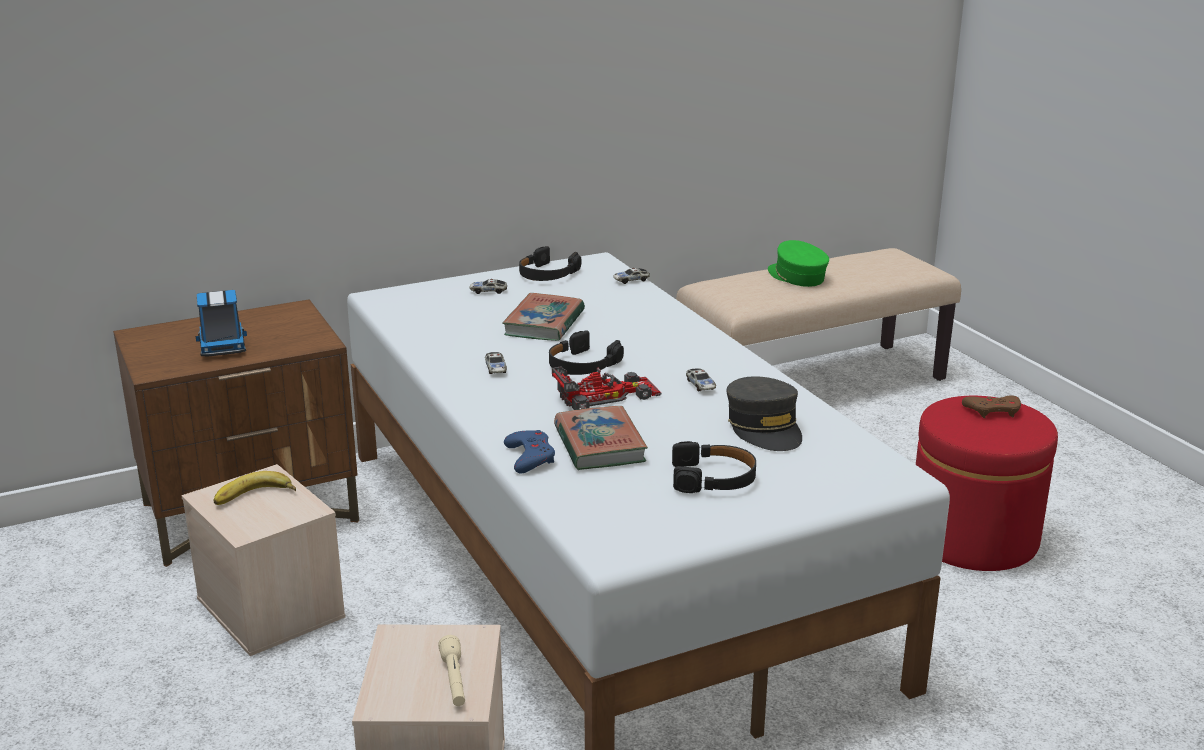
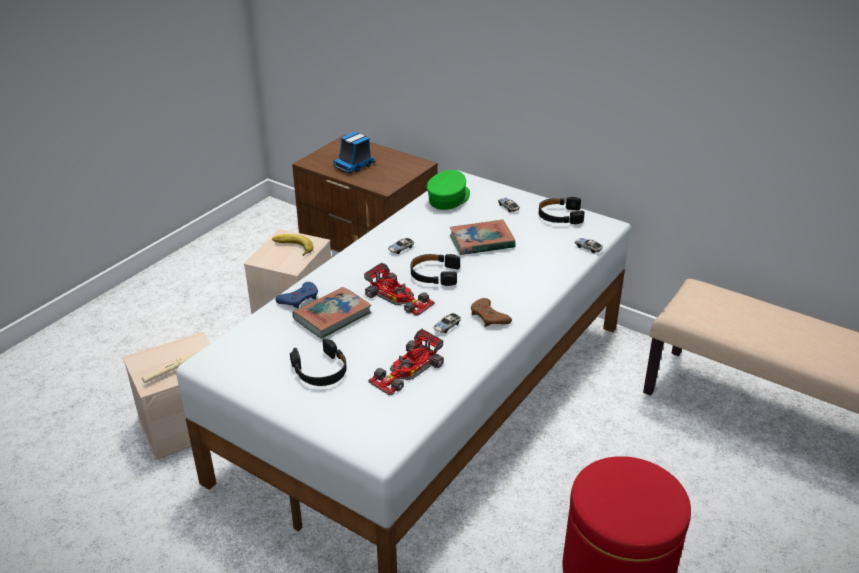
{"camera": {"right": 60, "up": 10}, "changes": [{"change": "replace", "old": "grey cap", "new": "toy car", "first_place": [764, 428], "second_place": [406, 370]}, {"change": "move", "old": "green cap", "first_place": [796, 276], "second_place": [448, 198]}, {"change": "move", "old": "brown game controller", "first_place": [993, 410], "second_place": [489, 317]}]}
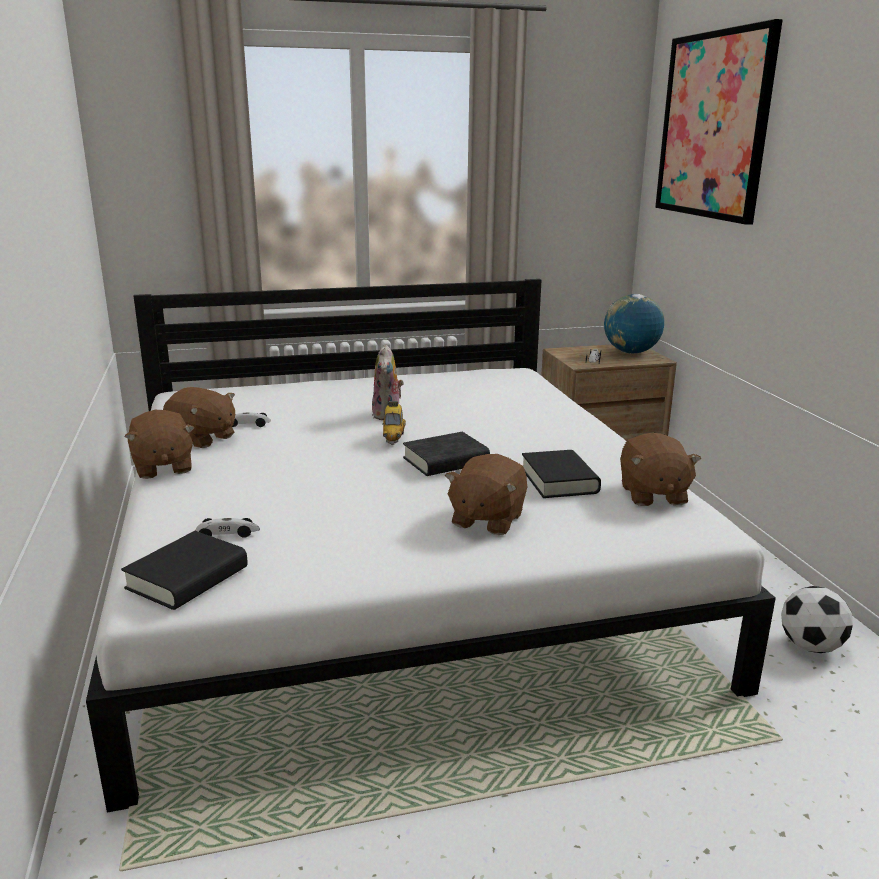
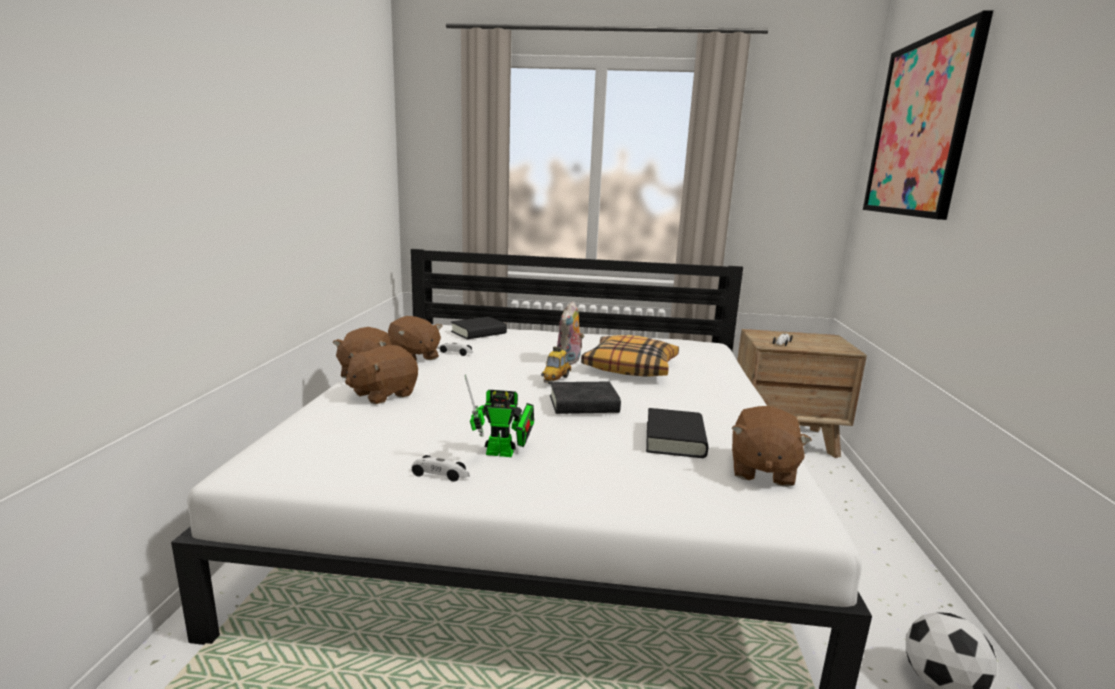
{"camera": {"right": 20, "up": -5}, "changes": [{"change": "move", "old": "brown plush toy", "first_place": [486, 519], "second_place": [383, 394]}, {"change": "move", "old": "toy car", "first_place": [227, 534], "second_place": [440, 474]}, {"change": "move", "old": "black book", "first_place": [187, 578], "second_place": [478, 333]}, {"change": "insert", "new": "toy robot", "second_place": [504, 453]}, {"change": "insert", "new": "pillow", "second_place": [630, 367]}, {"change": "delete", "old": "globe", "first_place": [631, 352]}]}
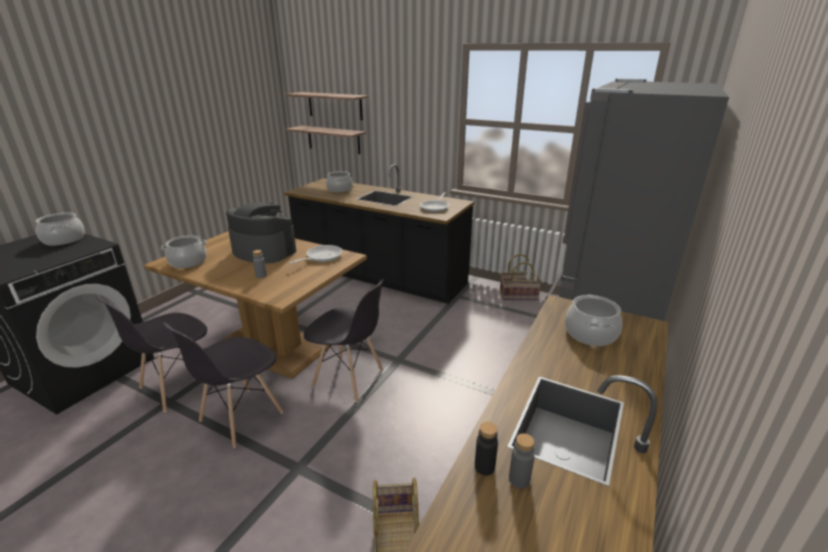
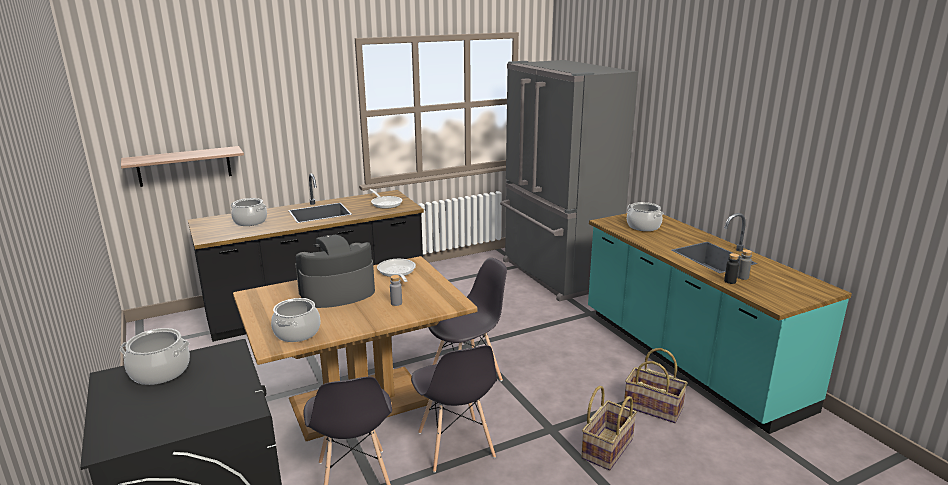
{"camera": {"right": -55, "up": -5}, "changes": [{"change": "move", "old": "basket", "first_place": [518, 295], "second_place": [606, 448]}, {"change": "delete", "old": "shelf", "first_place": [335, 105]}]}
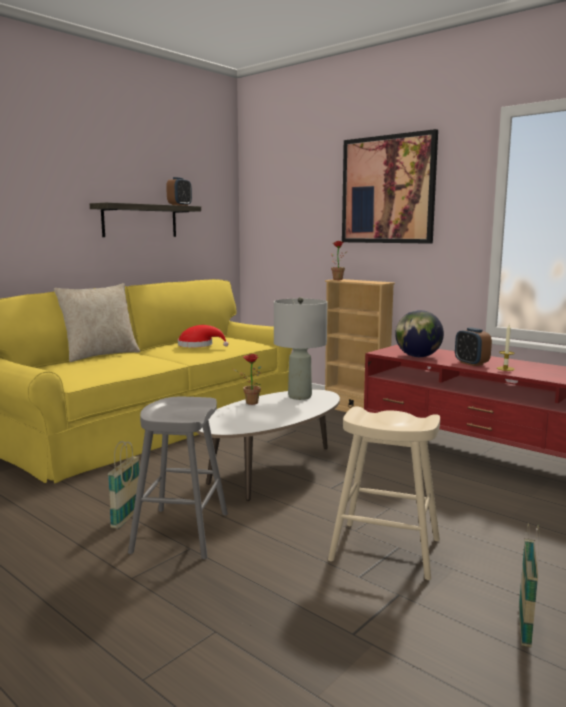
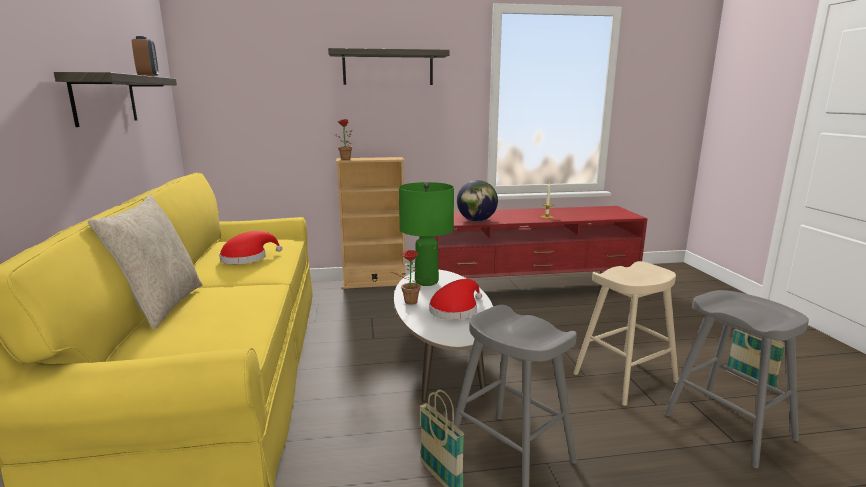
{"camera": {"right": -50, "up": 5}, "changes": [{"change": "replace", "old": "picture", "new": "shelf", "first_place": [388, 190], "second_place": [388, 68]}, {"change": "recolor", "old": "grey table lamp", "new": "green table lamp", "first_place": [300, 397], "second_place": [427, 282]}, {"change": "insert", "new": "red hat", "second_place": [455, 310]}, {"change": "insert", "new": "grey stool", "second_place": [727, 426]}, {"change": "delete", "old": "alarm clock", "first_place": [471, 363]}]}
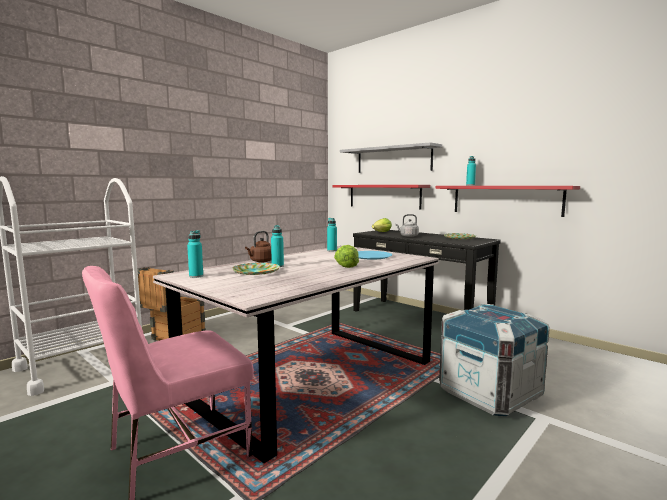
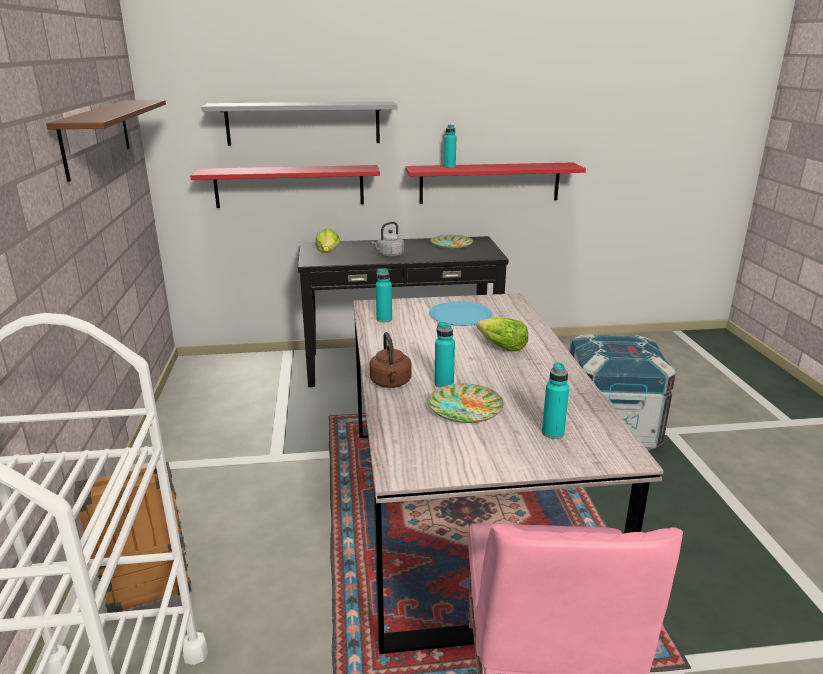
{"camera": {"right": -50, "up": 15}, "changes": [{"change": "insert", "new": "brown shelf", "second_place": [97, 136]}, {"change": "move", "old": "turquoise bottle", "first_place": [196, 276], "second_place": [552, 433]}]}
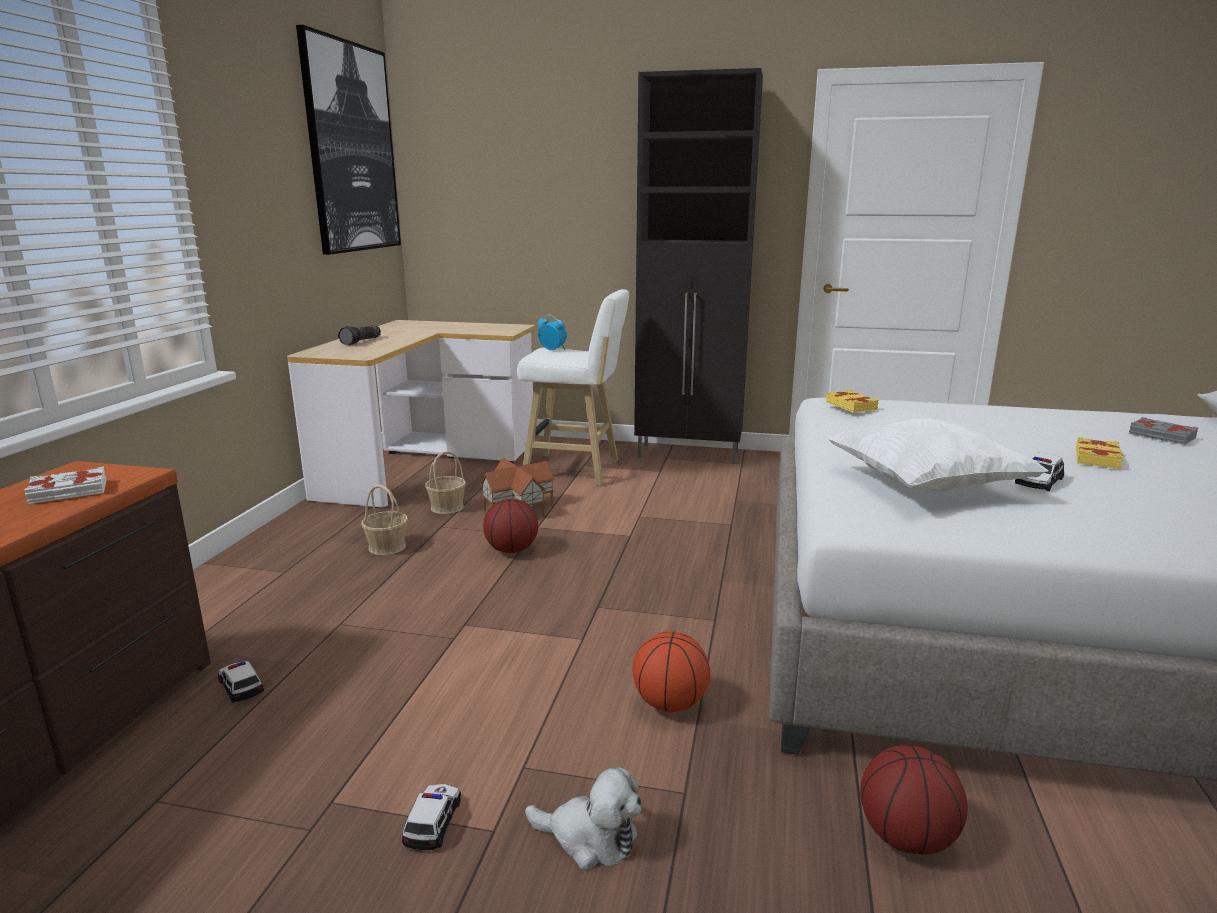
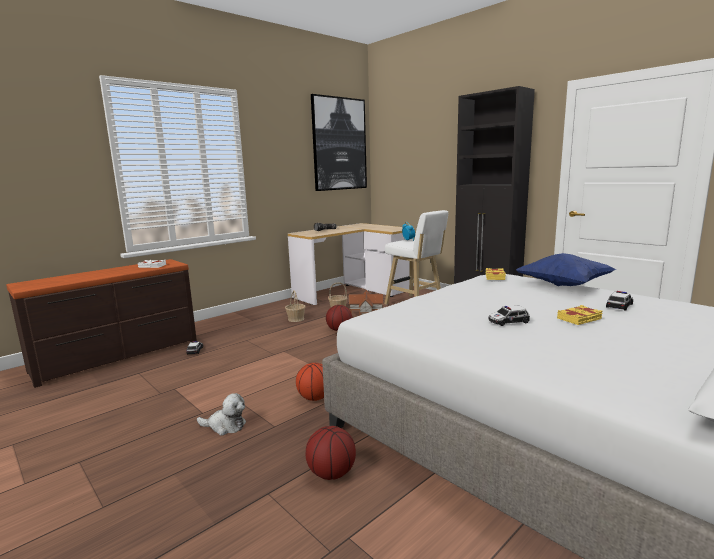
{"camera": {"right": 35, "up": -5}, "changes": [{"change": "rotate", "old": "plush toy", "first_place": [590, 838], "second_place": [225, 426], "degrees": -45}, {"change": "insert", "new": "blue pillow", "second_place": [564, 285]}, {"change": "move", "old": "toy car", "first_place": [433, 821], "second_place": [619, 305]}, {"change": "delete", "old": "white pillow", "first_place": [925, 486]}, {"change": "delete", "old": "grey book", "first_place": [1161, 436]}]}
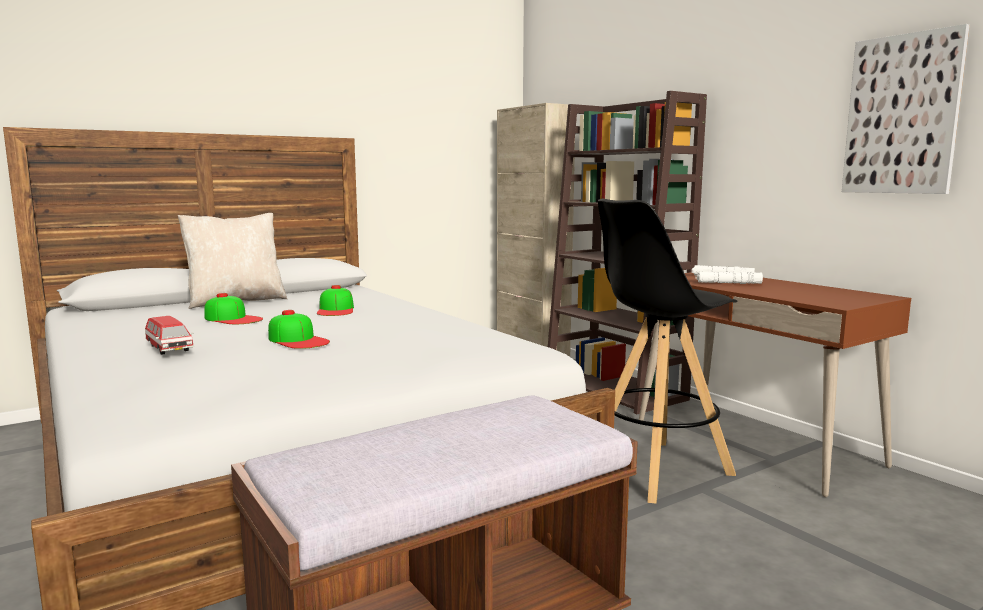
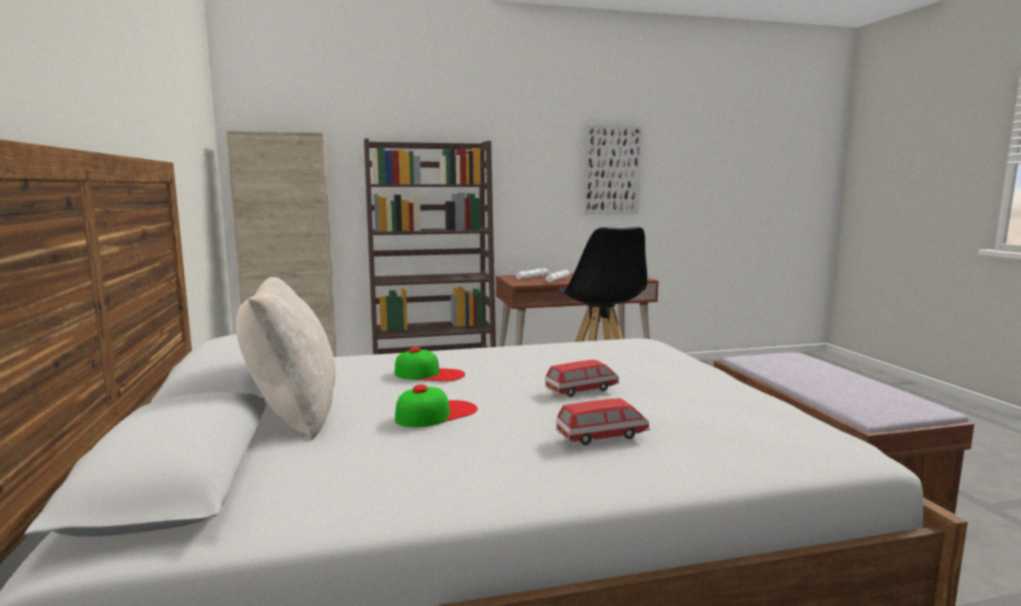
{"camera": {"right": -70, "up": 0}, "changes": [{"change": "replace", "old": "cap", "new": "toy car", "first_place": [298, 340], "second_place": [582, 390]}]}
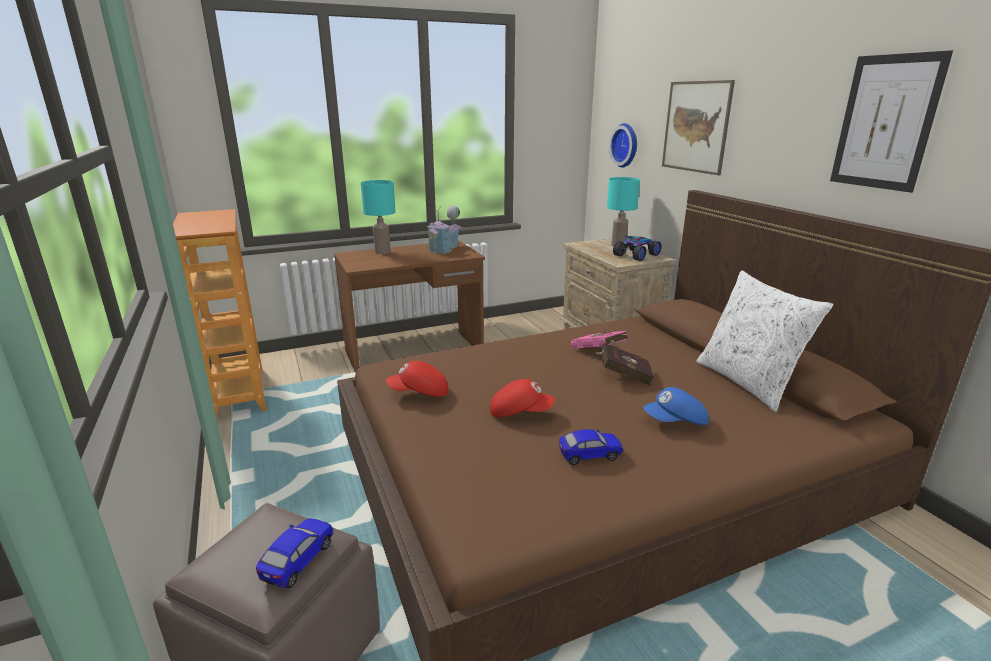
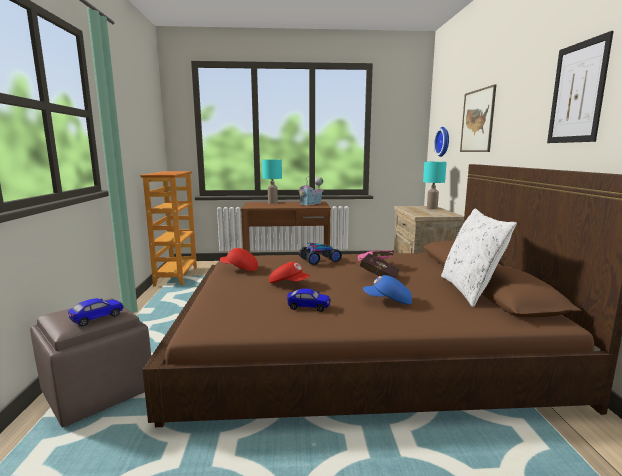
{"camera": {"right": 20, "up": -10}, "changes": [{"change": "move", "old": "toy car", "first_place": [637, 255], "second_place": [320, 260]}]}
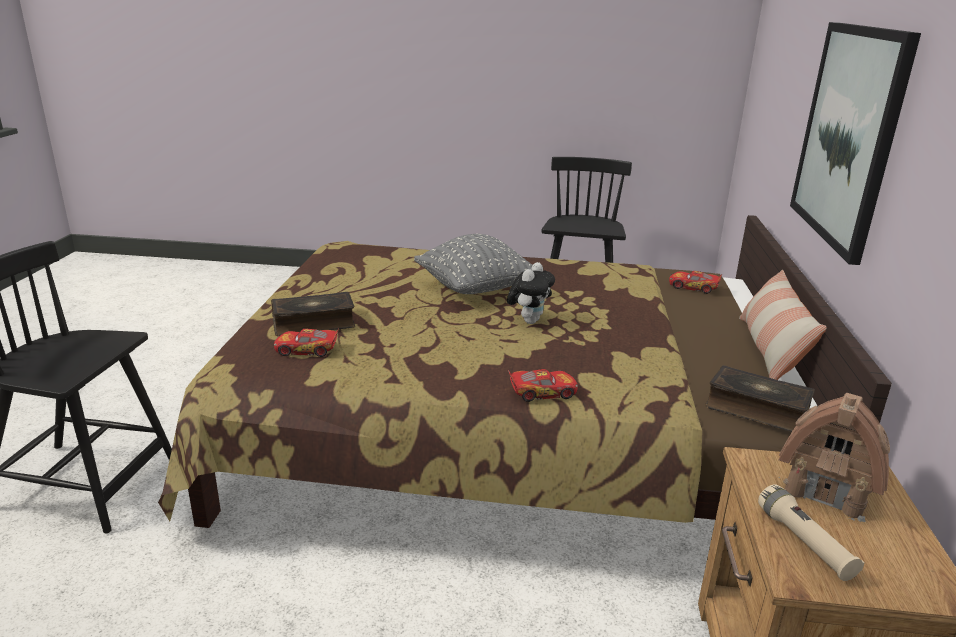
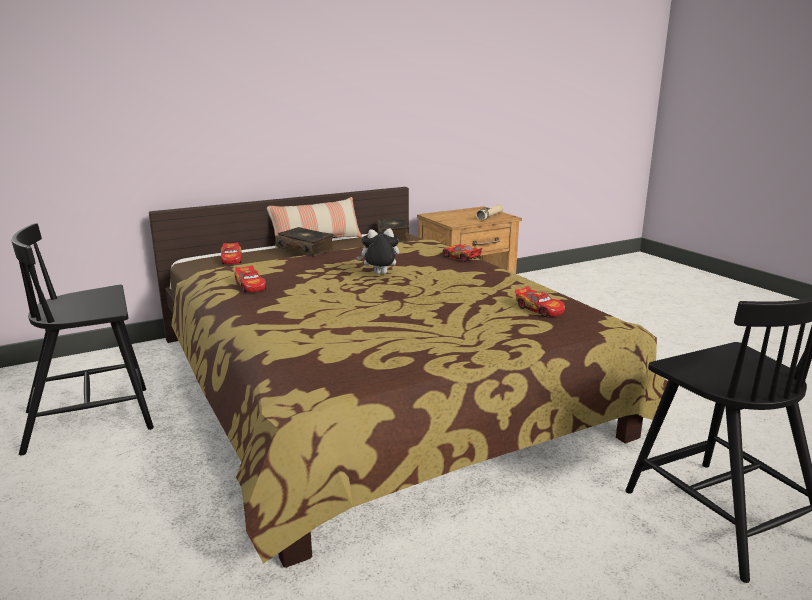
{"camera": {"right": -125, "up": -5}, "changes": [{"change": "insert", "new": "toy car", "second_place": [250, 286]}, {"change": "move", "old": "book", "first_place": [313, 323], "second_place": [306, 248]}, {"change": "delete", "old": "grey pillow", "first_place": [475, 290]}, {"change": "delete", "old": "toy house", "first_place": [827, 489]}, {"change": "delete", "old": "picture", "first_place": [848, 135]}]}
